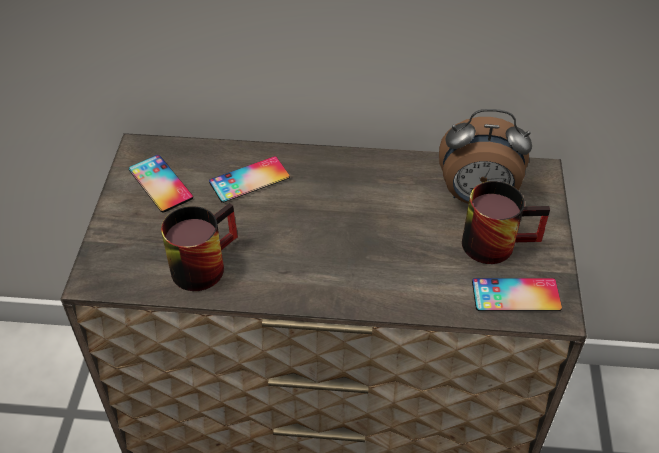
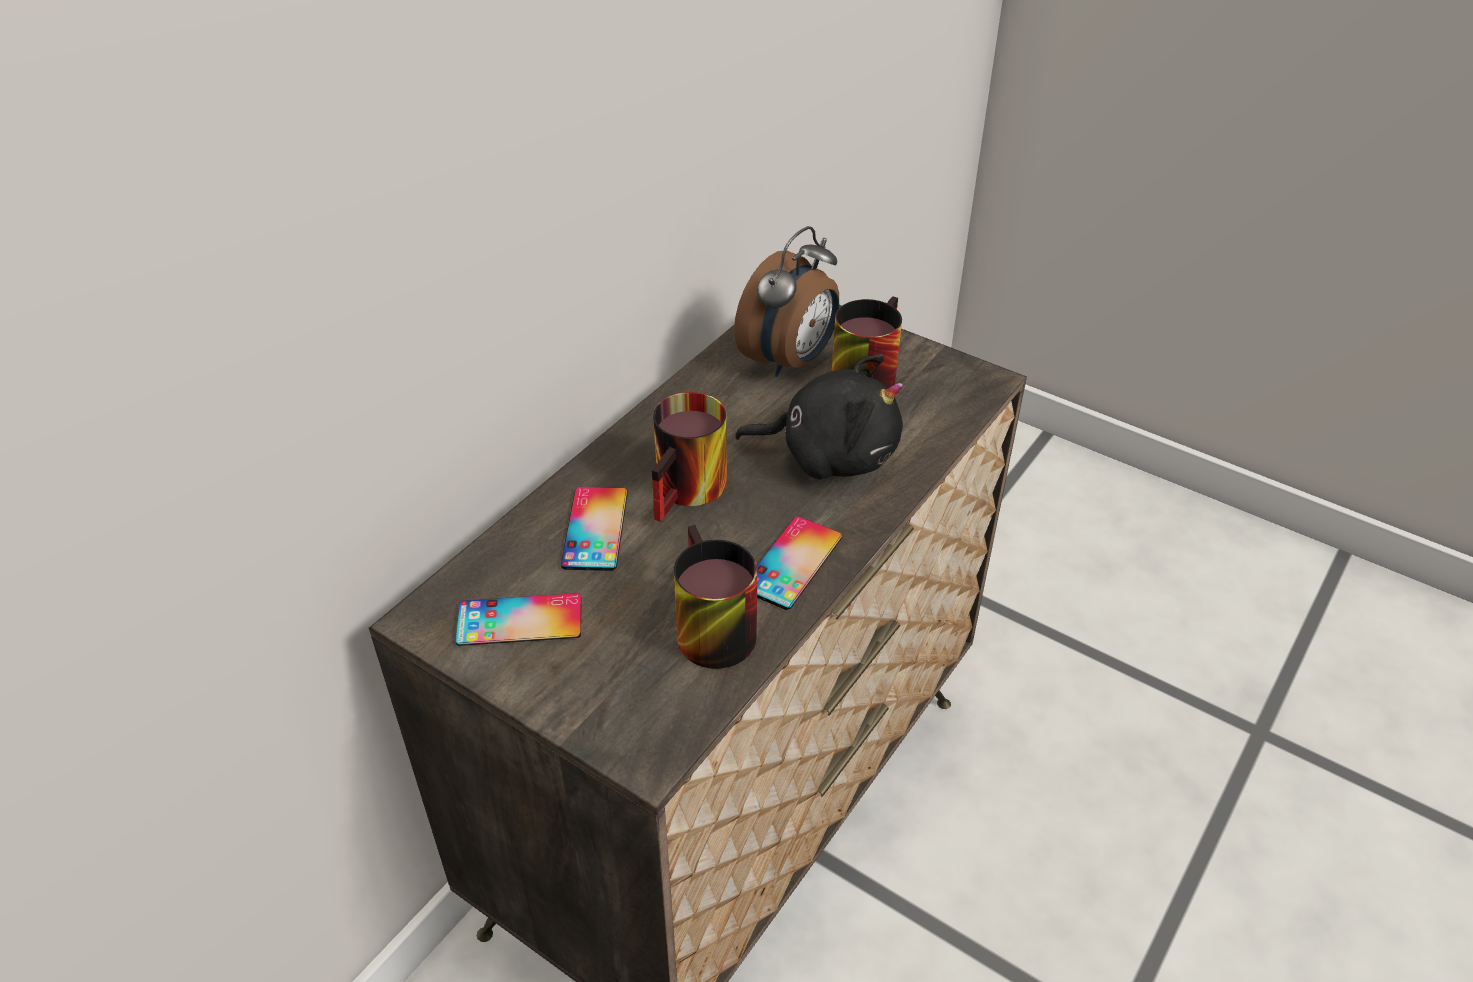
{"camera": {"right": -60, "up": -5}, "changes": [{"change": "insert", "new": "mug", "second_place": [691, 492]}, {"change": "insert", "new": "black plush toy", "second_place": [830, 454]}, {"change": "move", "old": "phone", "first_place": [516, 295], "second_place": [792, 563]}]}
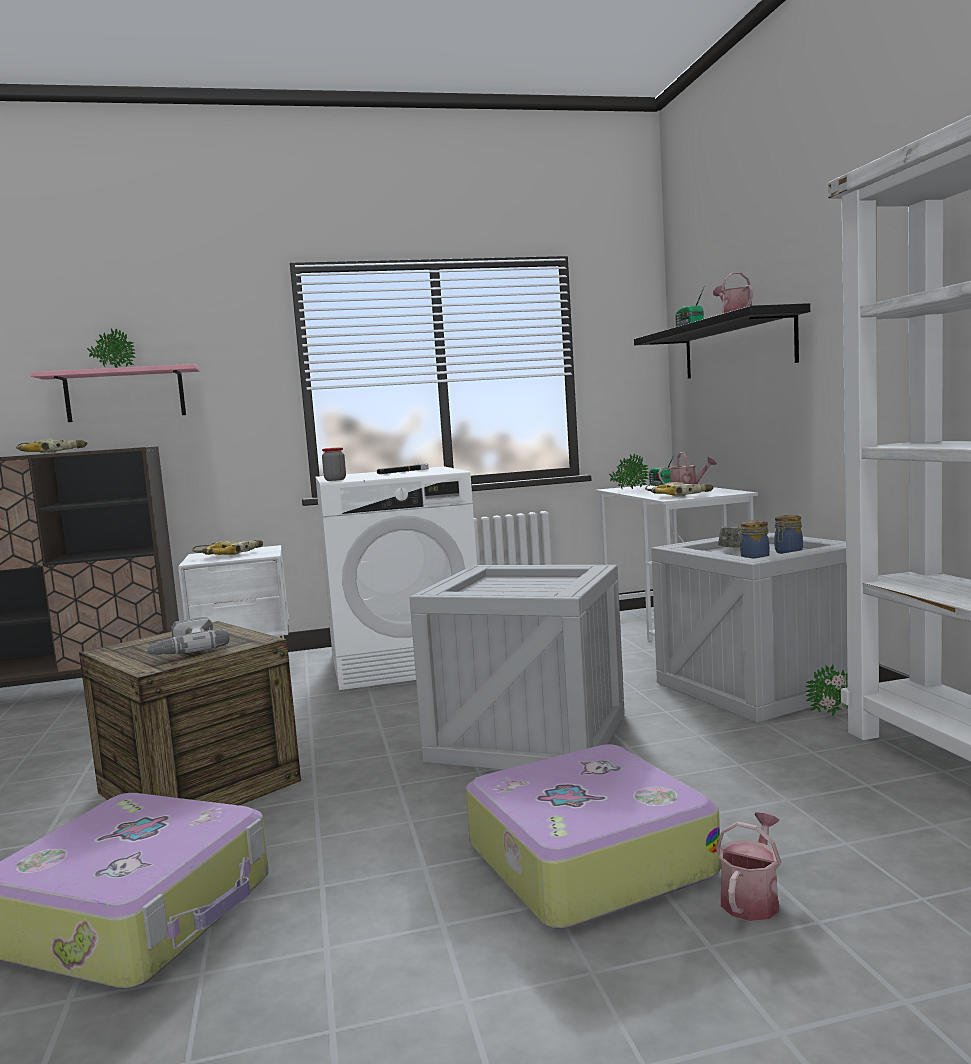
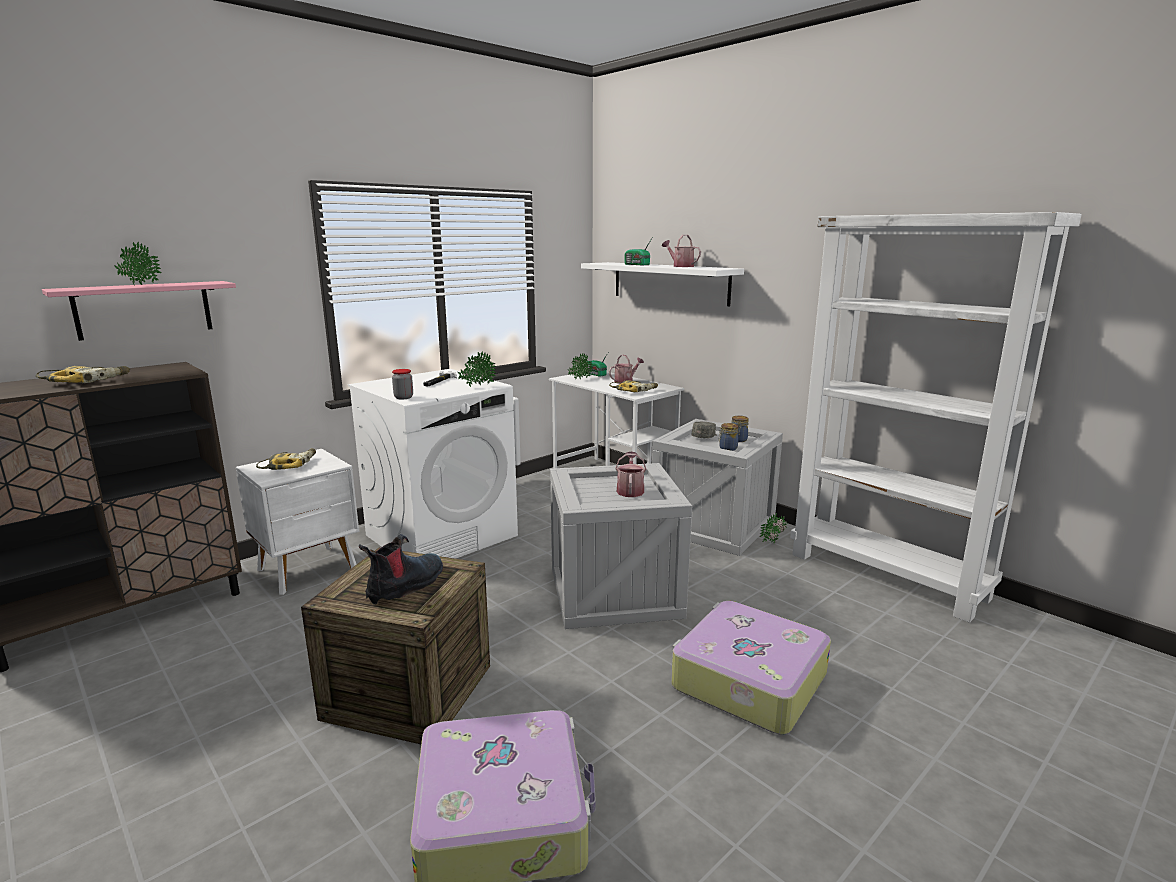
{"camera": {"right": -30, "up": 10}, "changes": [{"change": "replace", "old": "power drill", "new": "boot", "first_place": [184, 648], "second_place": [406, 586]}, {"change": "insert", "new": "potted plant", "second_place": [477, 386]}, {"change": "recolor", "old": "black shelf", "new": "white shelf", "first_place": [736, 346], "second_place": [669, 283]}, {"change": "move", "old": "watering can", "first_place": [752, 898], "second_place": [630, 490]}]}
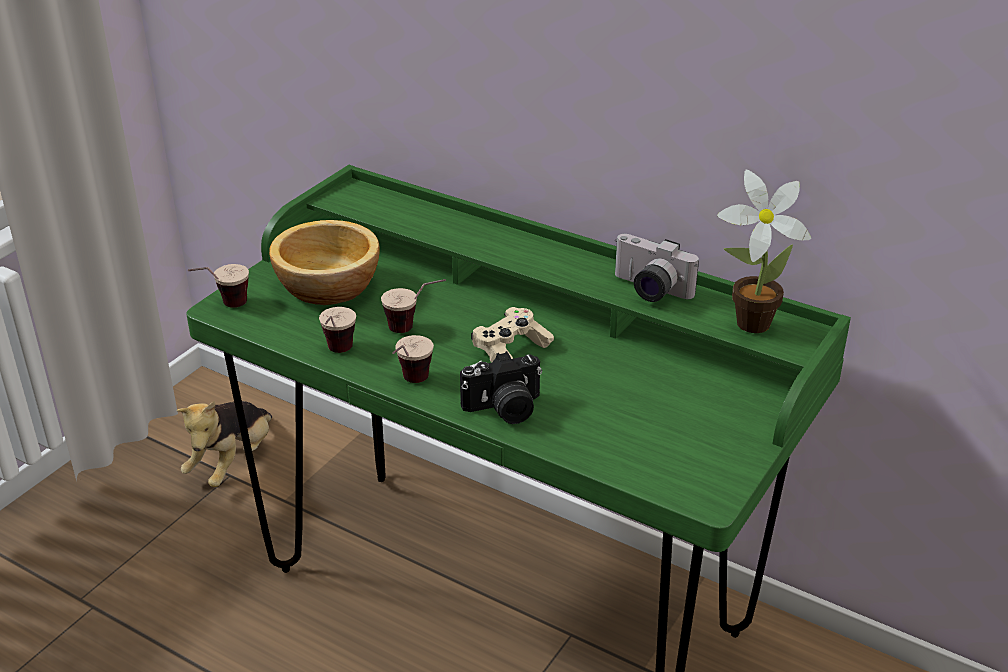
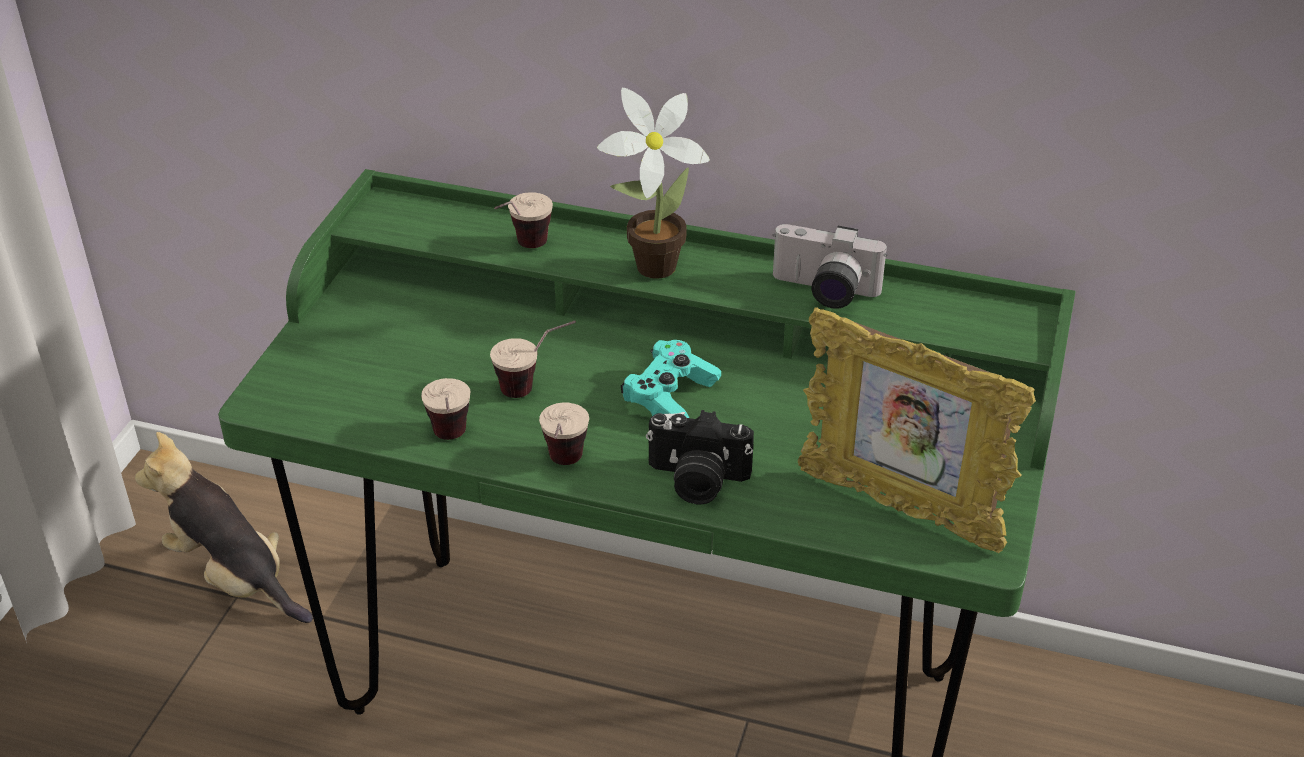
{"camera": {"right": -15, "up": 5}, "changes": [{"change": "rotate", "old": "plush toy", "first_place": [232, 462], "second_place": [233, 577], "degrees": 120}, {"change": "move", "old": "cup", "first_place": [223, 307], "second_place": [522, 250]}, {"change": "move", "old": "potted plant", "first_place": [746, 323], "second_place": [648, 267]}, {"change": "recolor", "old": "beige game controller", "new": "turquoise game controller", "first_place": [511, 350], "second_place": [670, 397]}, {"change": "rotate", "old": "photo camera", "first_place": [504, 409], "second_place": [696, 480], "degrees": 45}, {"change": "insert", "new": "picture frame", "second_place": [899, 509]}, {"change": "delete", "old": "bowl", "first_place": [330, 286]}]}
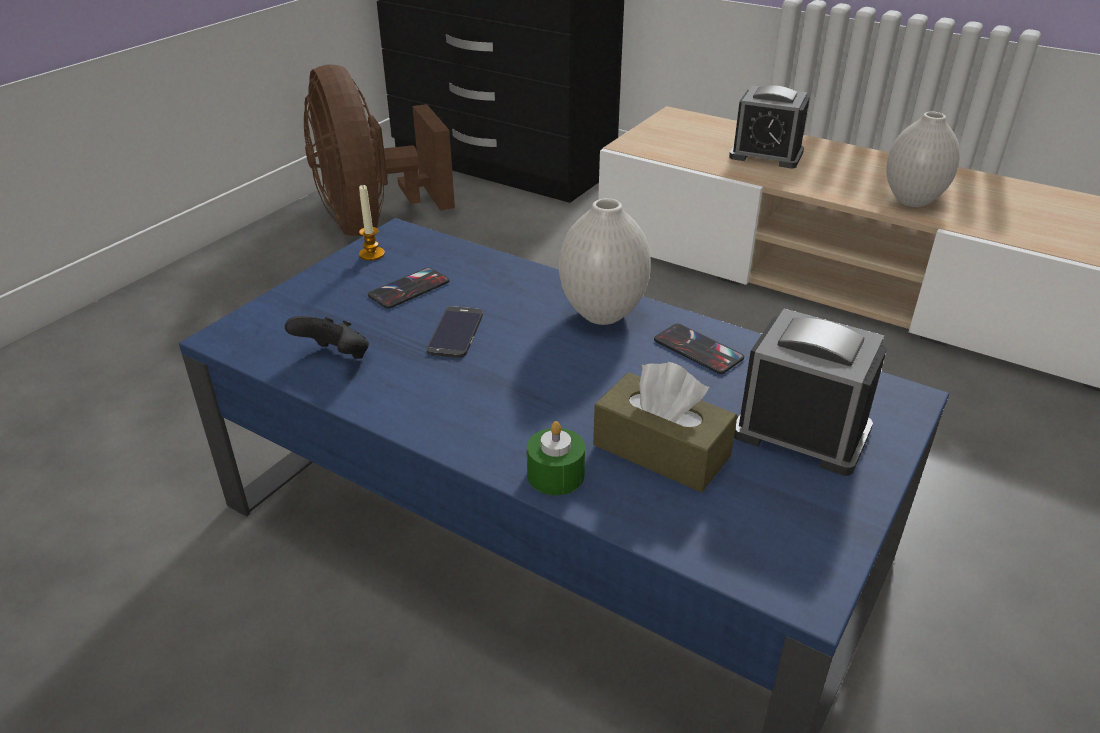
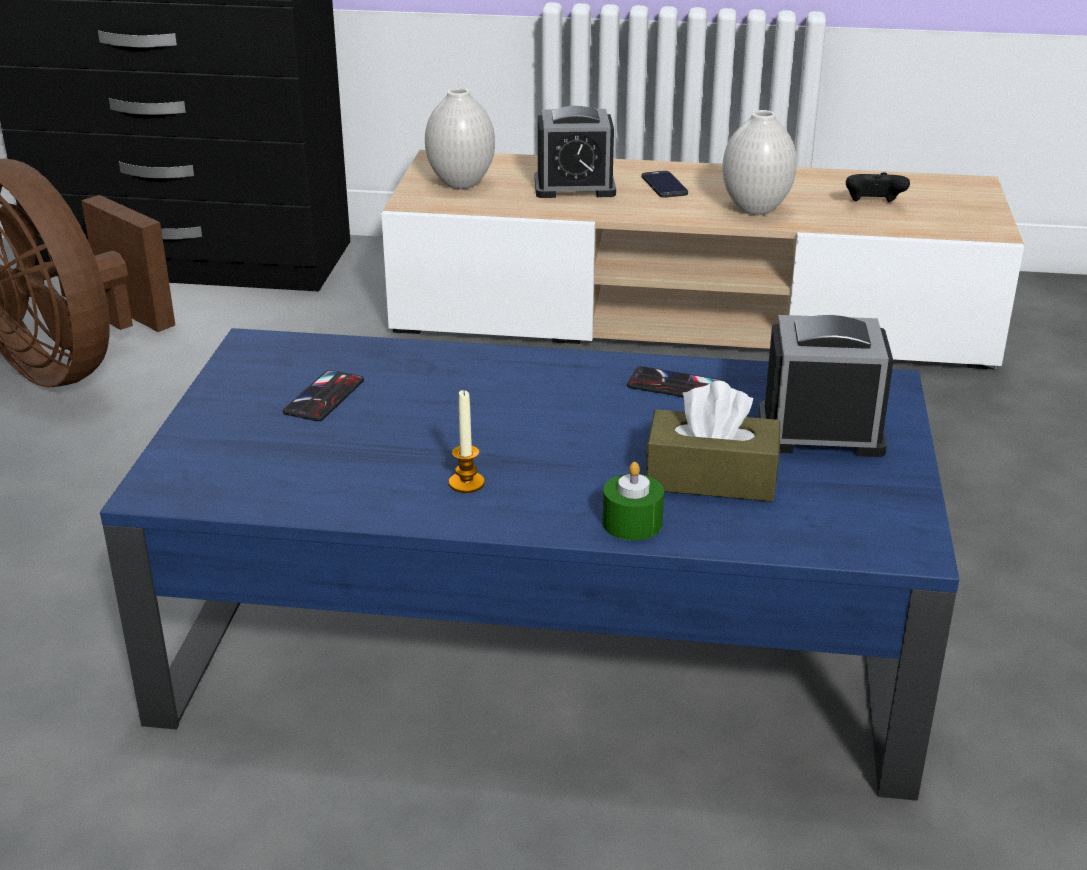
{"camera": {"right": -25, "up": -5}, "changes": [{"change": "move", "old": "white vase", "first_place": [601, 314], "second_place": [460, 183]}, {"change": "move", "old": "candle", "first_place": [371, 254], "second_place": [466, 483]}, {"change": "move", "old": "phone", "first_place": [456, 332], "second_place": [664, 185]}, {"change": "move", "old": "black game controller", "first_place": [335, 357], "second_place": [873, 205]}]}
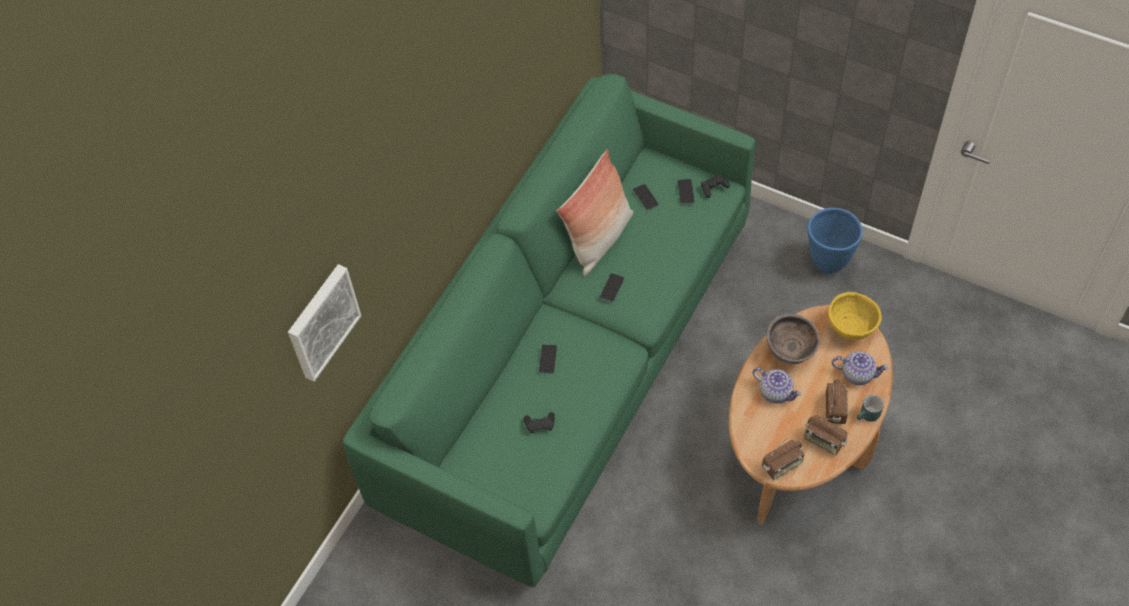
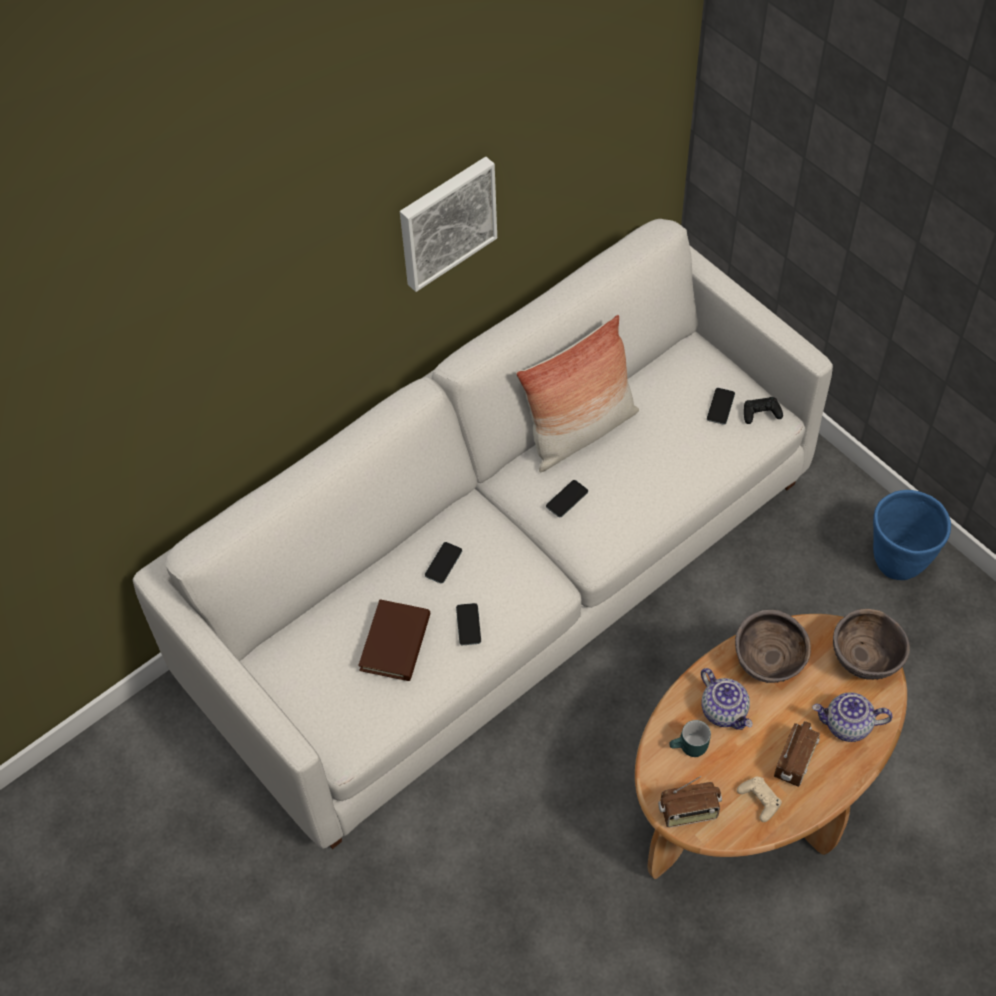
{"camera": {"right": 20, "up": 0}, "changes": [{"change": "recolor", "old": "green sofa", "new": "white sofa", "first_place": [568, 362], "second_place": [502, 578]}, {"change": "replace", "old": "black game controller", "new": "brown book", "first_place": [540, 424], "second_place": [395, 643]}, {"change": "move", "old": "picture", "first_place": [321, 321], "second_place": [446, 221]}, {"change": "move", "old": "phone", "first_place": [645, 197], "second_place": [468, 624]}, {"change": "move", "old": "turquoise mug", "first_place": [868, 416], "second_place": [689, 748]}, {"change": "replace", "old": "radio", "new": "beige game controller", "first_place": [823, 441], "second_place": [759, 800]}, {"change": "rotate", "old": "teapot", "first_place": [858, 374], "second_place": [847, 725], "degrees": 150}, {"change": "recolor", "old": "yellow bowl", "new": "brown bowl", "first_place": [850, 329], "second_place": [864, 661]}]}
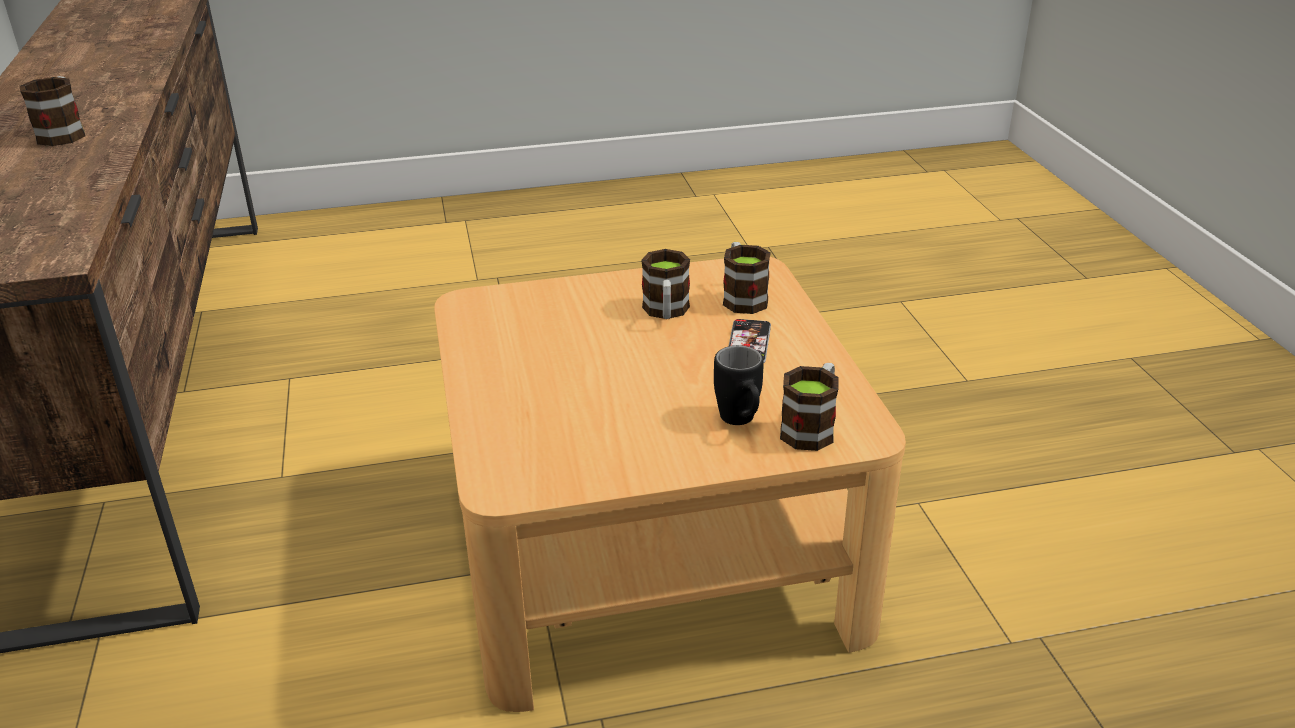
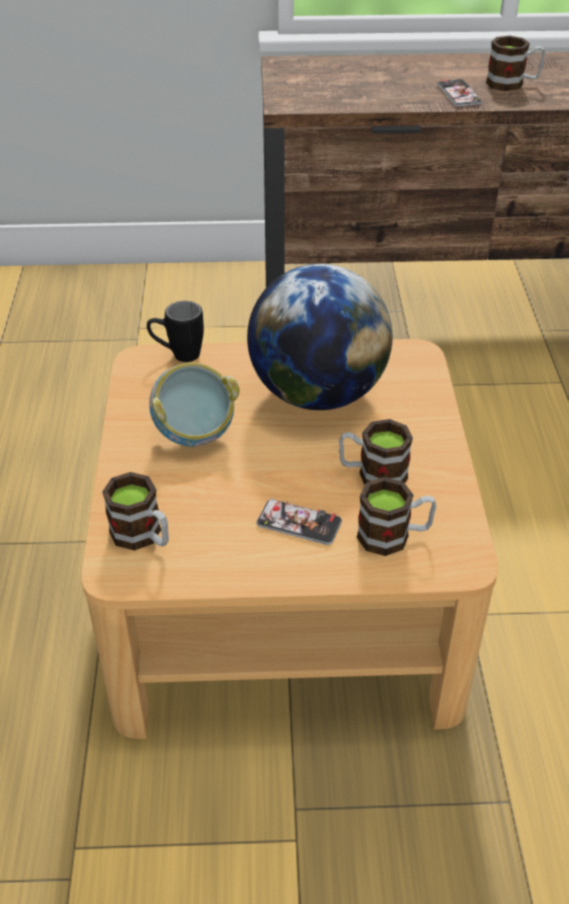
{"camera": {"right": 100, "up": 10}, "changes": [{"change": "move", "old": "black mug", "first_place": [741, 422], "second_place": [177, 355]}, {"change": "insert", "new": "bowl", "second_place": [194, 435]}, {"change": "insert", "new": "globe", "second_place": [317, 394]}, {"change": "insert", "new": "phone", "second_place": [459, 94]}]}
